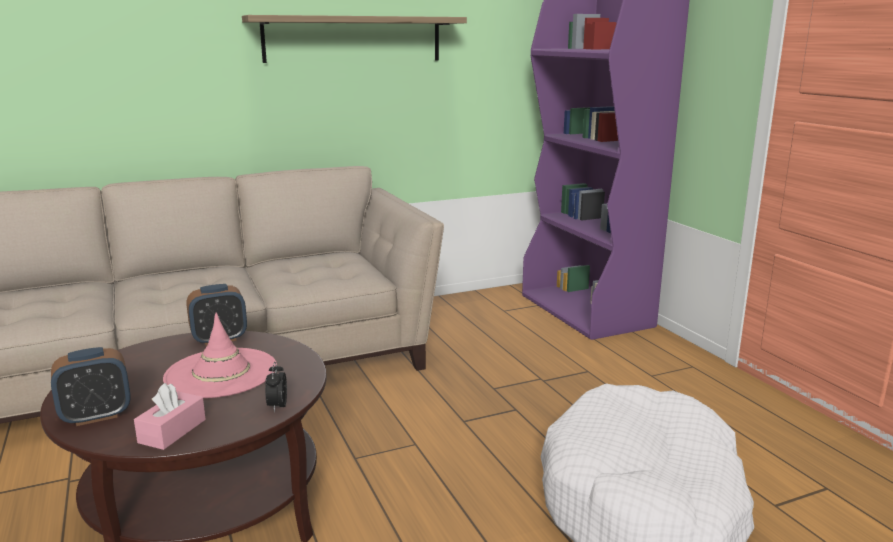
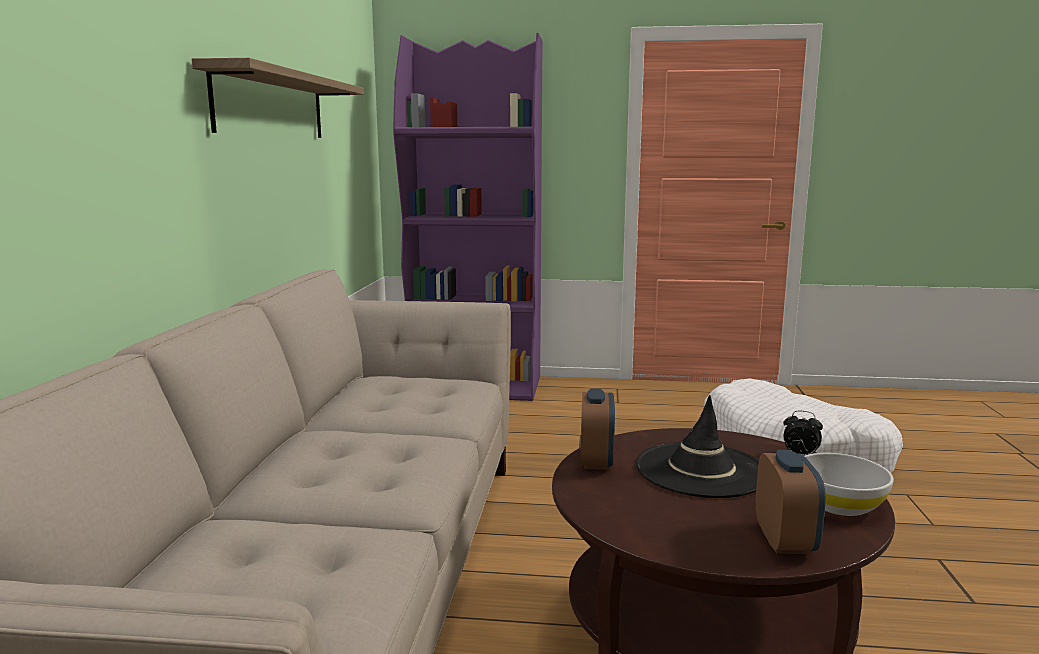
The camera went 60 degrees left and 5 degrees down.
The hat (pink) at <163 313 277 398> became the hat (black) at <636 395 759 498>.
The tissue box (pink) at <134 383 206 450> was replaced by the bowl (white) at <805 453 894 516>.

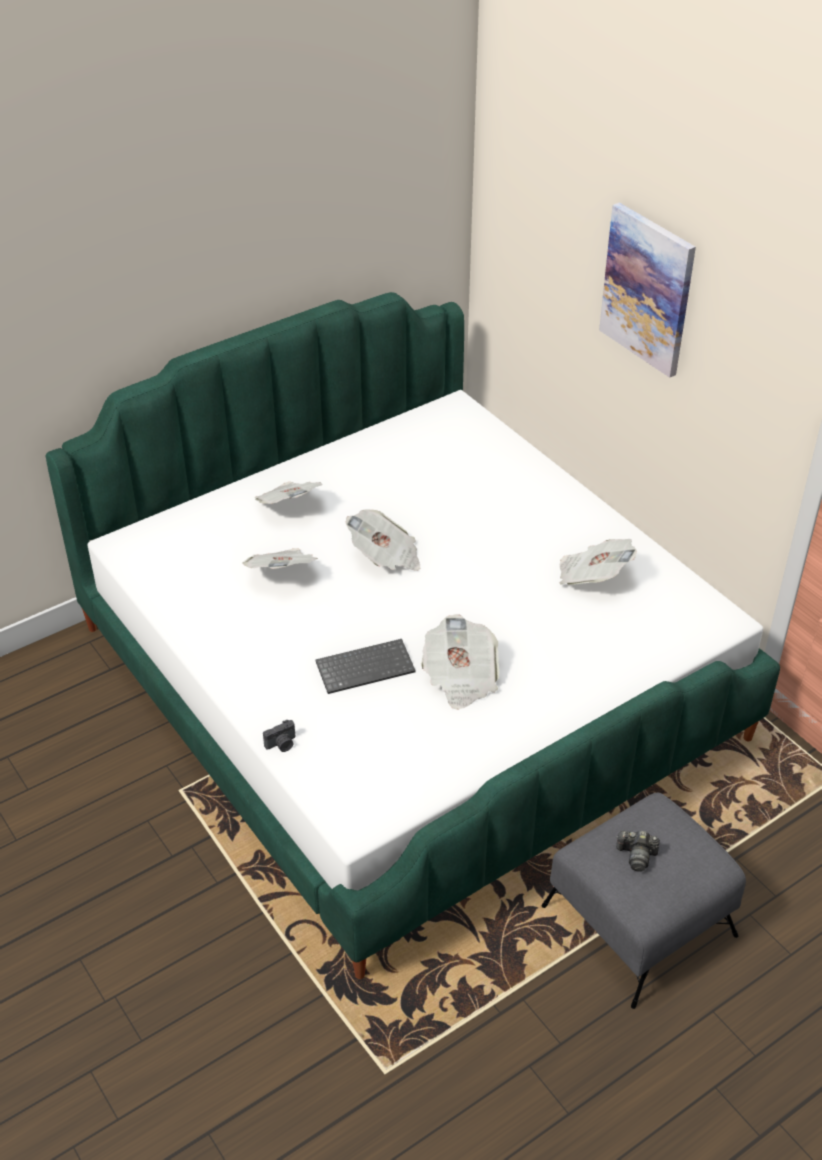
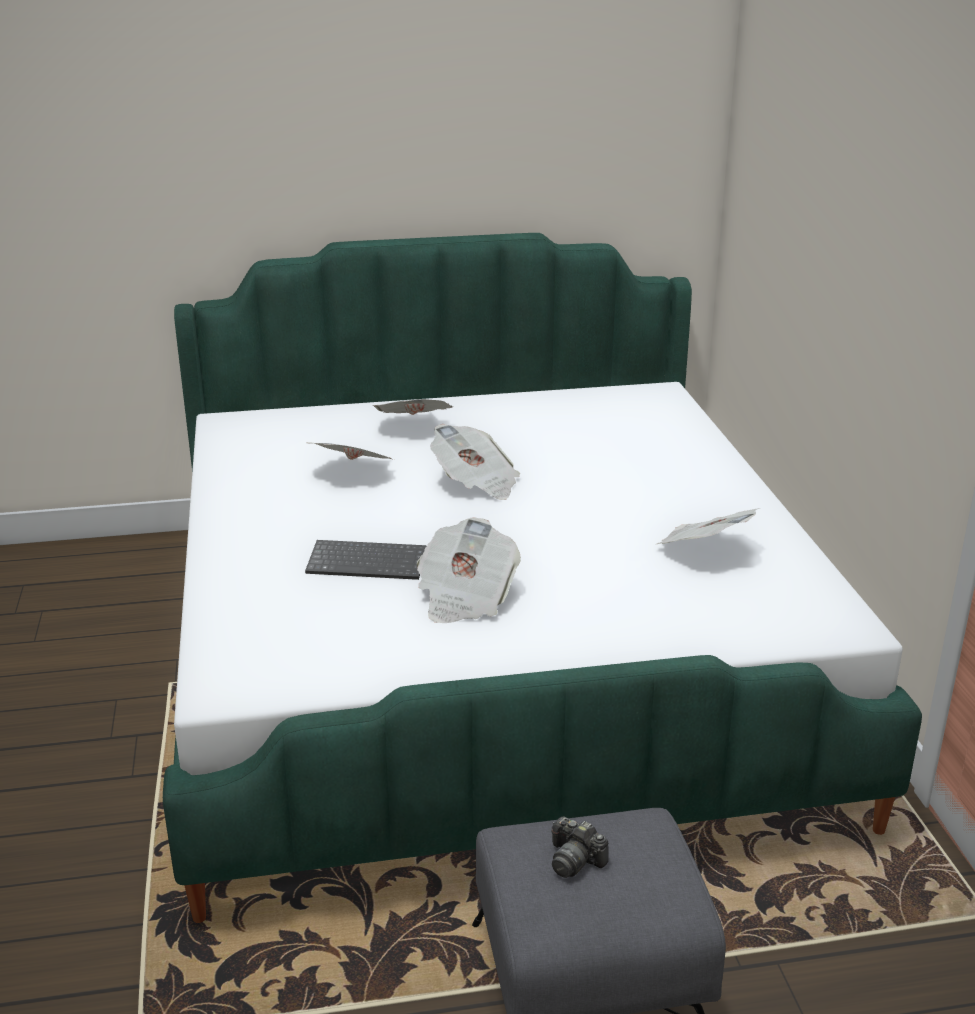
The camera went 25 degrees right and 15 degrees down.
The photo camera at <263 720 295 752> disappeared.
The picture at <599 203 696 378> disappeared.

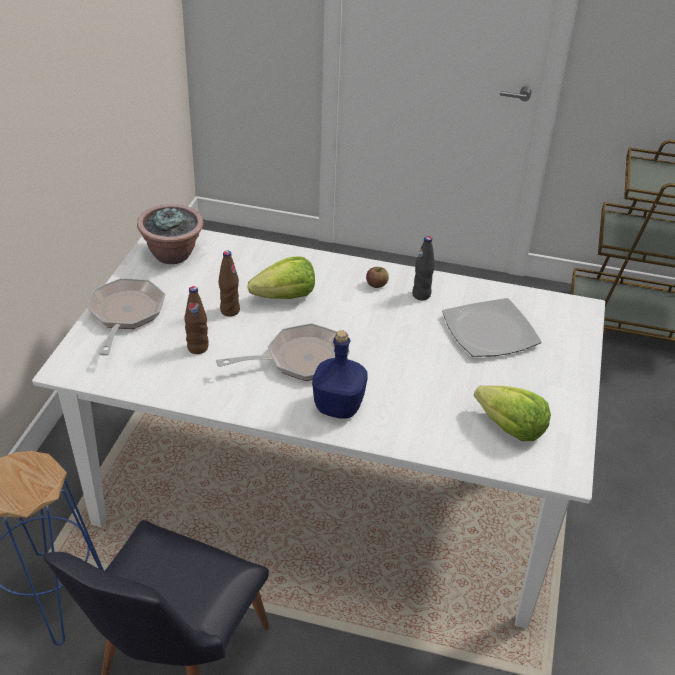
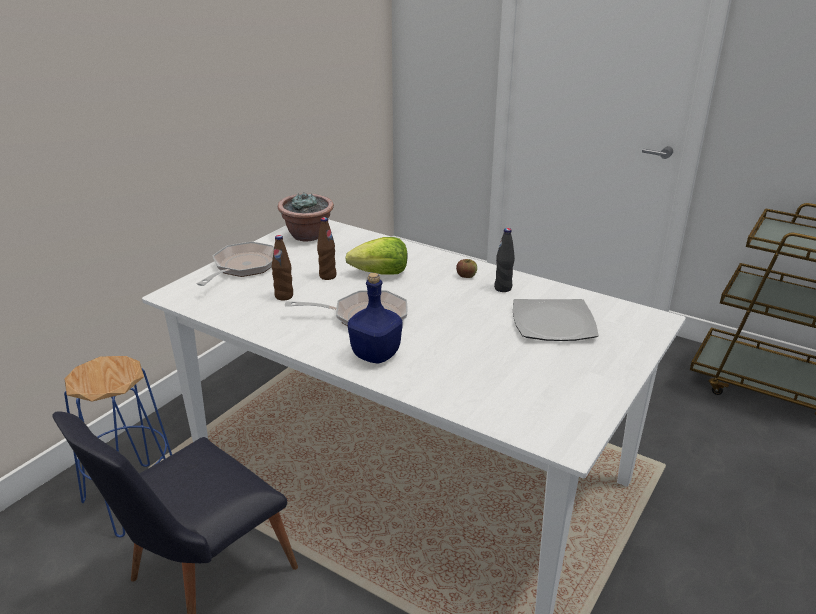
The camera went 20 degrees right and 10 degrees down.
The lettuce at <474 386 551 441> disappeared.

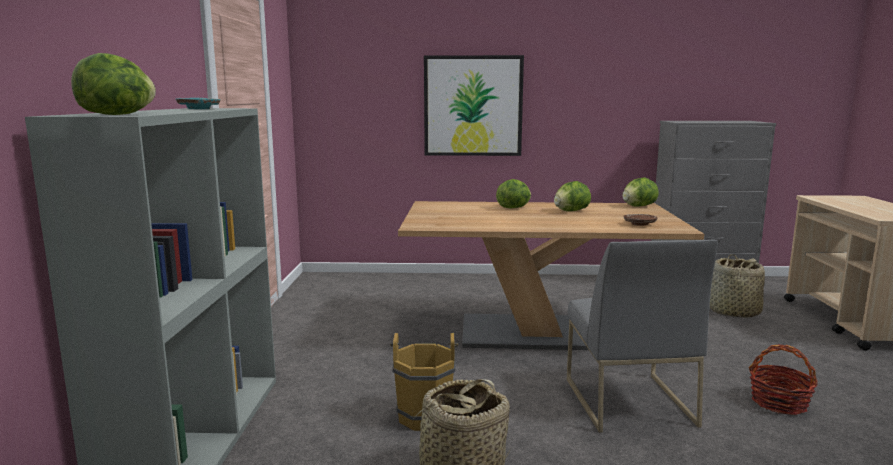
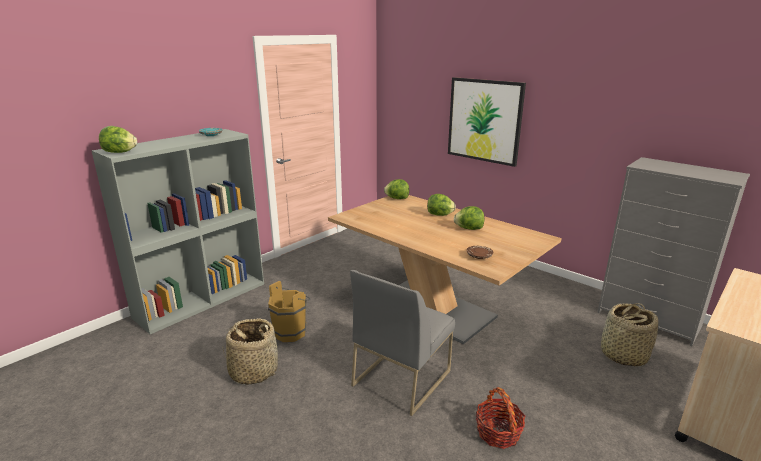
The camera went 40 degrees right and 10 degrees up.
The lettuce moved from <622 178 659 206> to <384 179 409 199>.

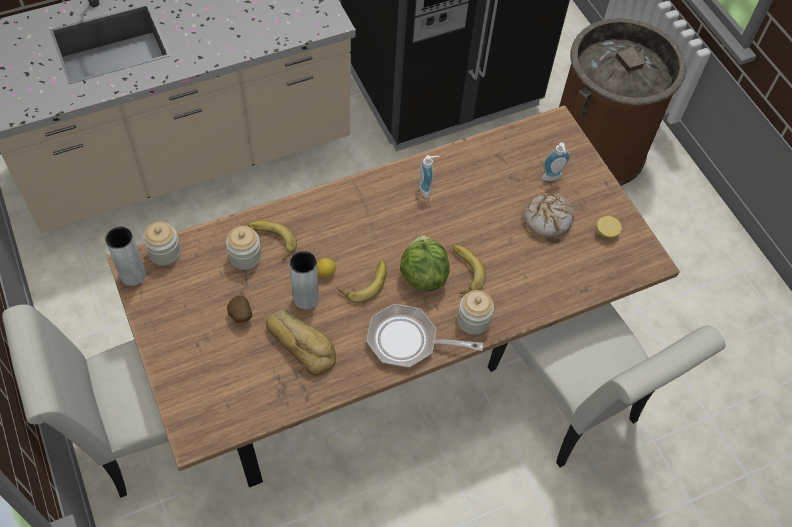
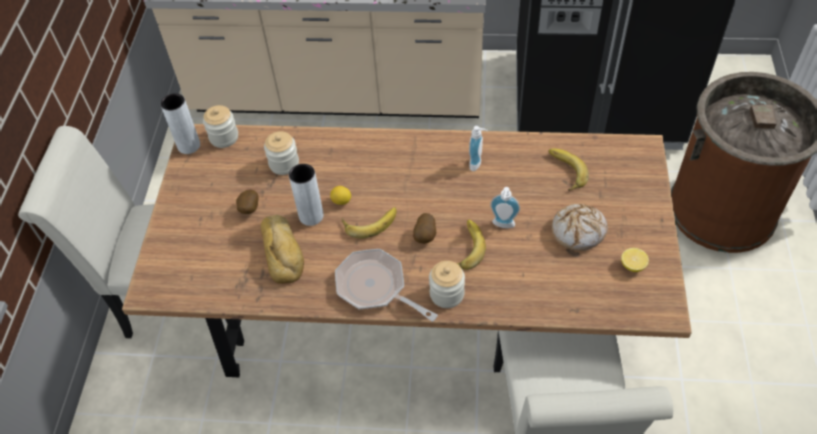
The camera went 35 degrees right and 5 degrees down.
The lettuce at <400 235 449 291> was replaced by the potato at <413 213 436 244>.
The soap dispenser moved from <542 142 570 181> to <490 187 520 228>.
The banana moved from <248 220 297 260> to <549 149 589 191>.

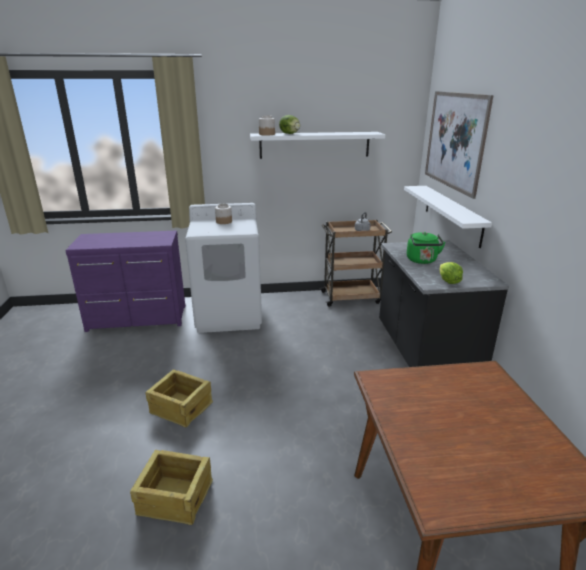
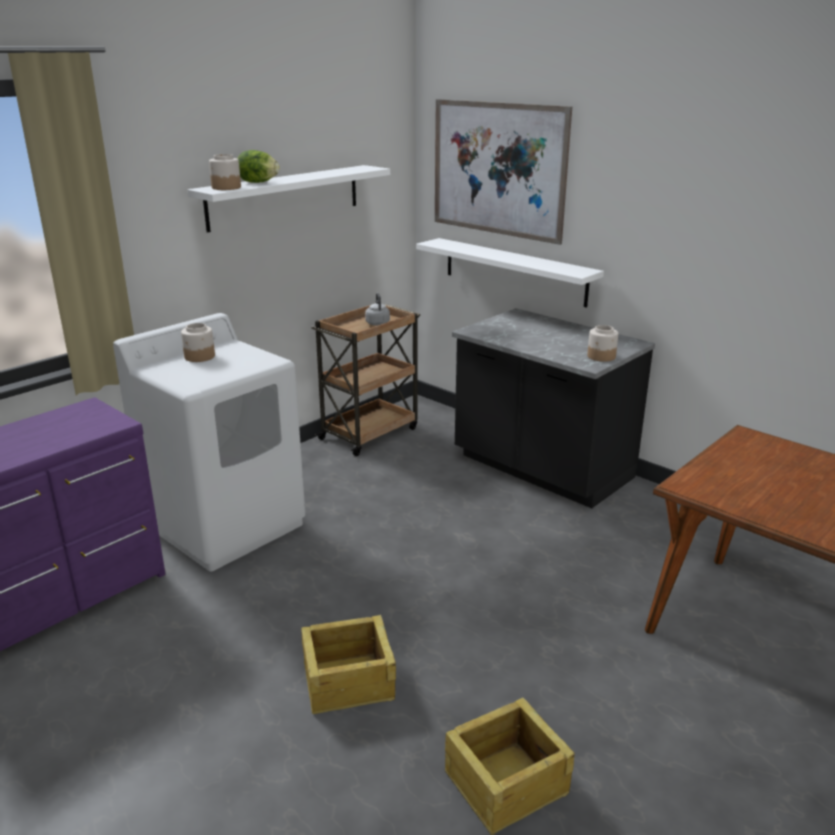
The camera went 40 degrees left and 0 degrees up.
The lettuce at <439 262 463 284> was replaced by the jar at <587 325 618 362>.
The kettle (green) at <407 232 446 264> disappeared.

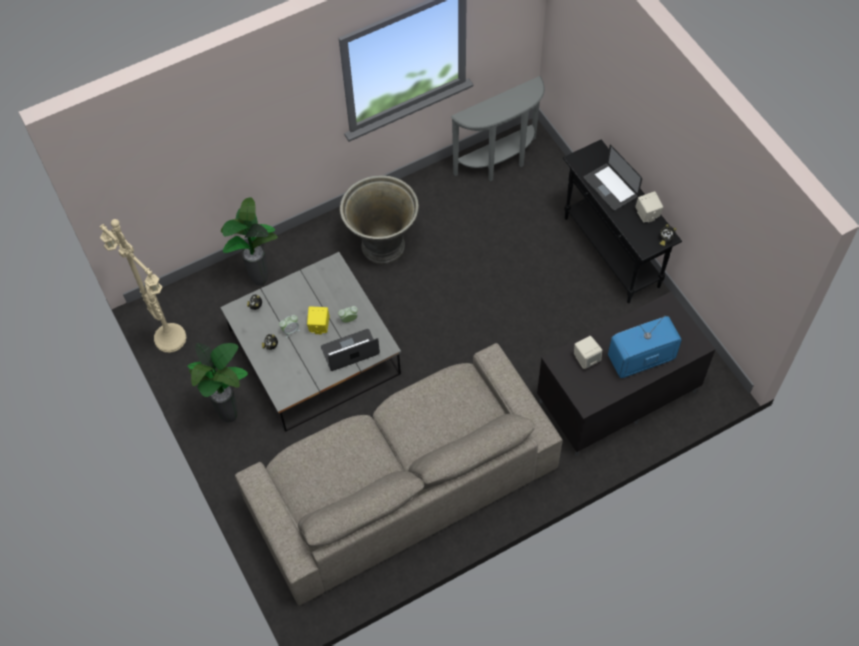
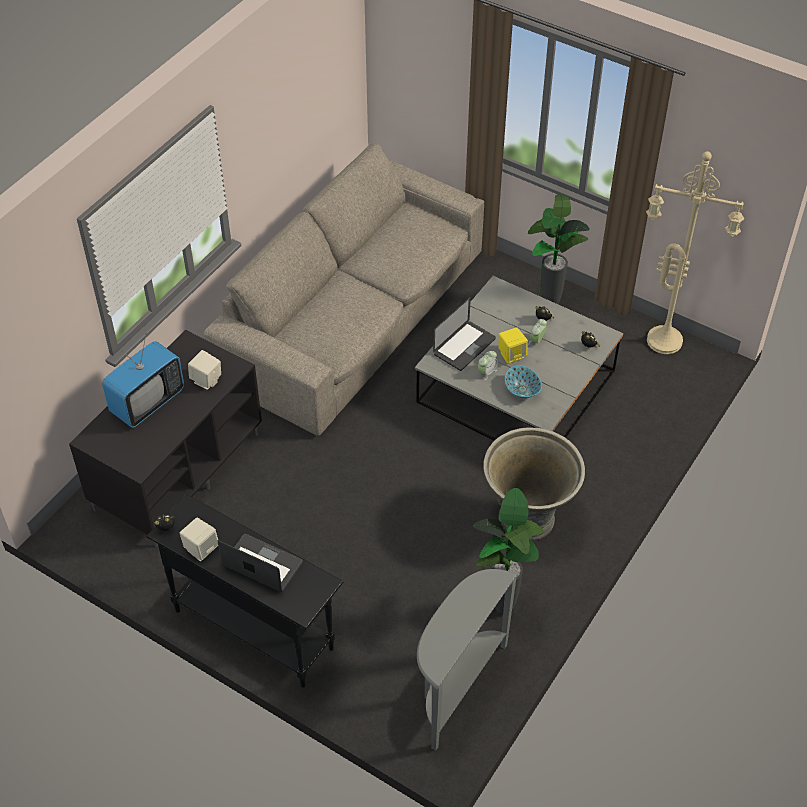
The camera went 150 degrees right and 10 degrees down.
The potted plant moved from <221 197 278 286> to <473 488 544 614>.
The bowl at <505 365 542 398> appeared.

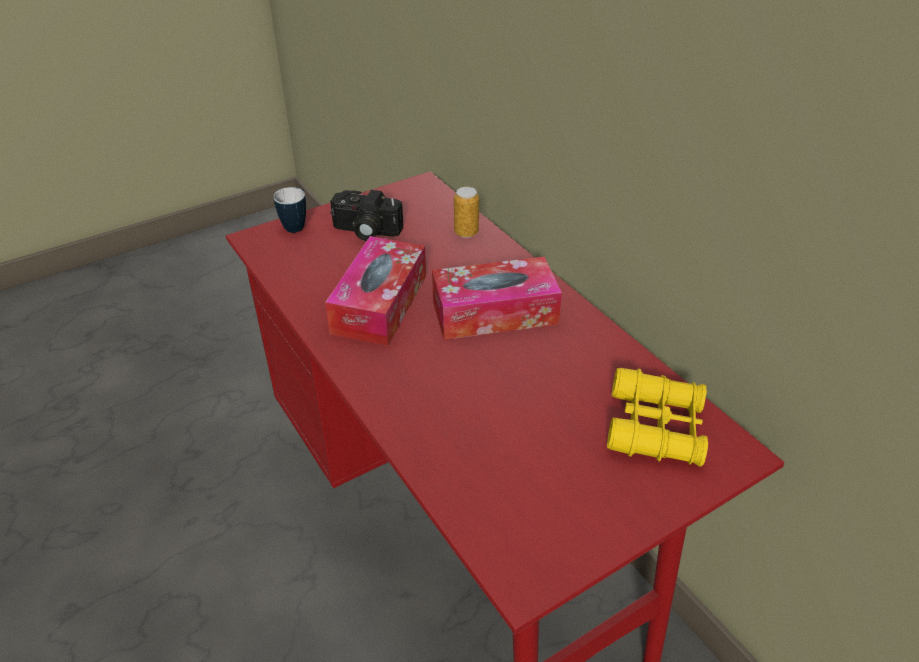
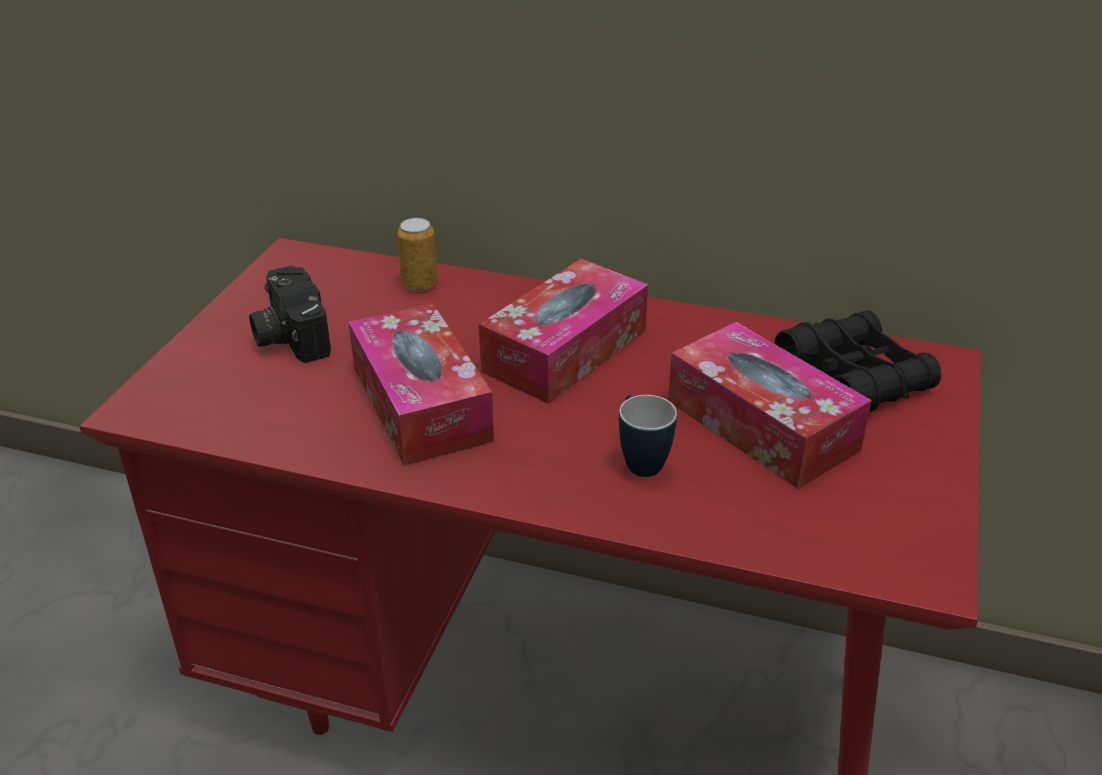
The camera went 40 degrees left and 5 degrees down.
The photo camera at <330 190 403 241> turned 90 degrees clockwise.
The mug moved from <273 187 306 233> to <619 395 677 477>.
The tissue box at <668 322 872 489> appeared.
The binoculars (yellow) at <607 368 708 467> became the binoculars (black) at <774 310 941 412>.

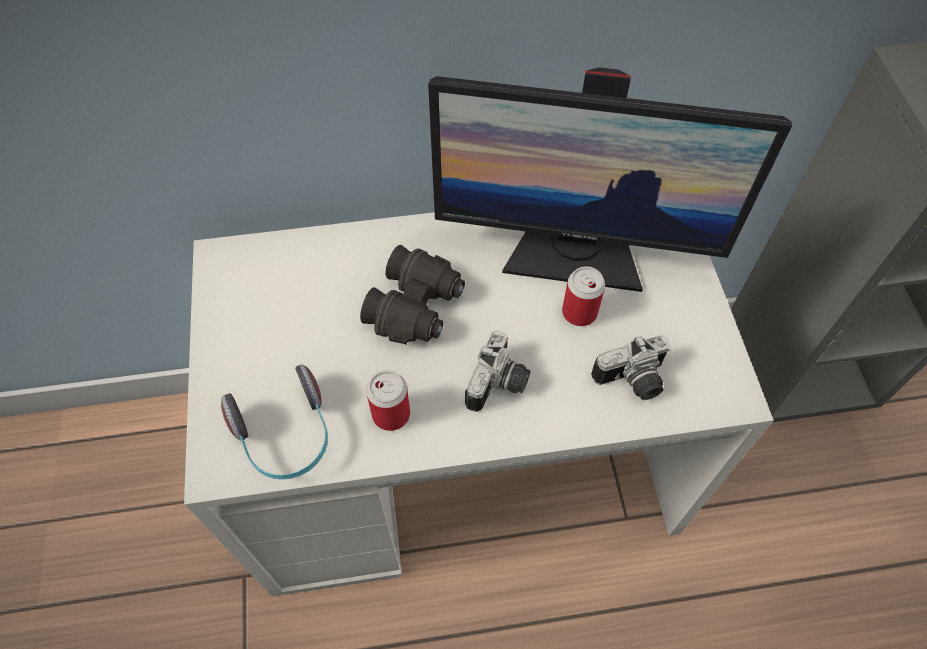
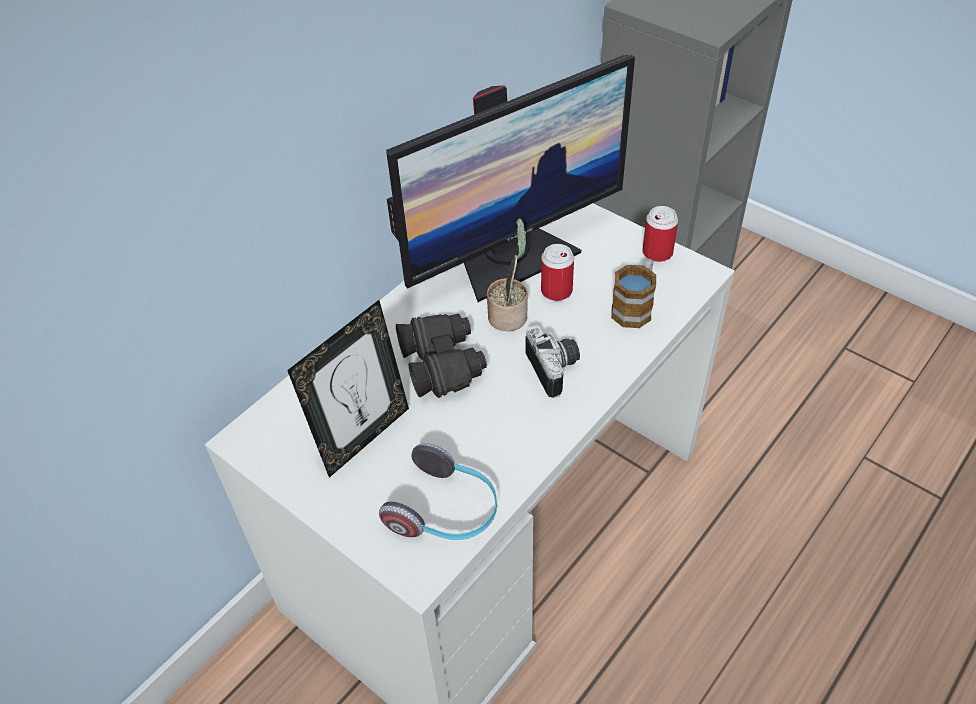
The camera went 40 degrees left and 10 degrees down.
The picture frame at <287 300 409 478> appeared.
The potted plant at <487 218 528 331> appeared.
The photo camera at <591 335 670 400> was replaced by the mug at <611 259 656 328>.
The can moved from <366 370 410 431> to <642 206 678 262>.

